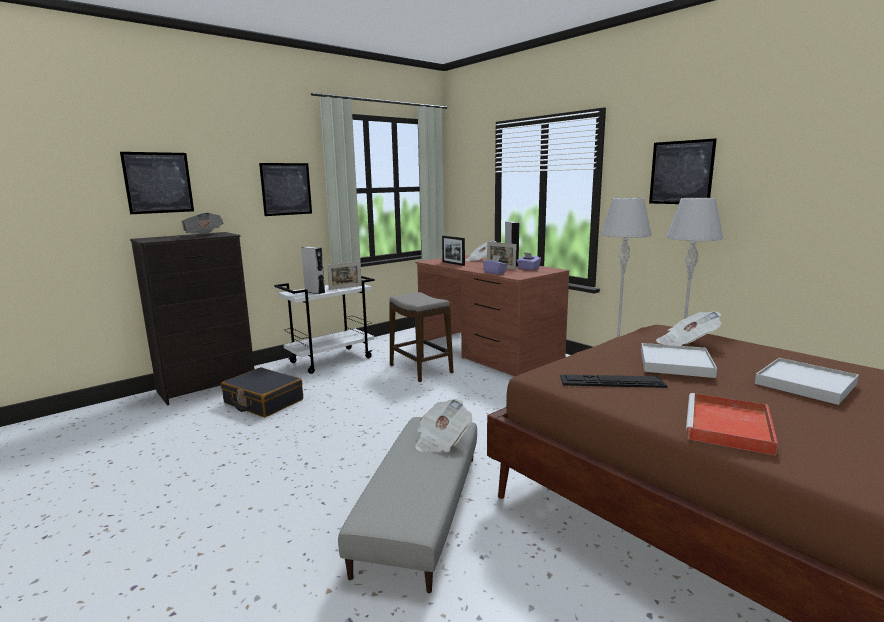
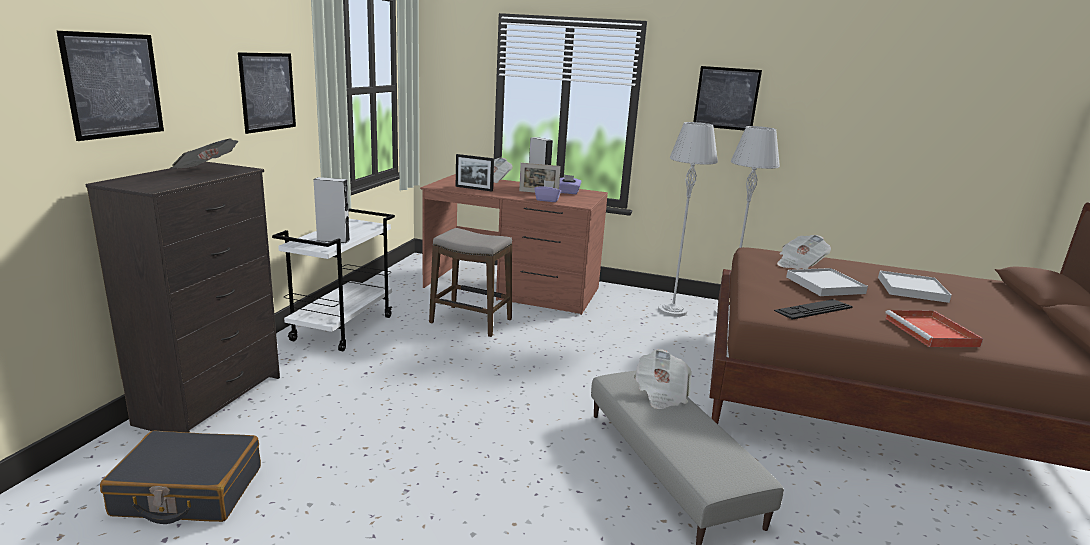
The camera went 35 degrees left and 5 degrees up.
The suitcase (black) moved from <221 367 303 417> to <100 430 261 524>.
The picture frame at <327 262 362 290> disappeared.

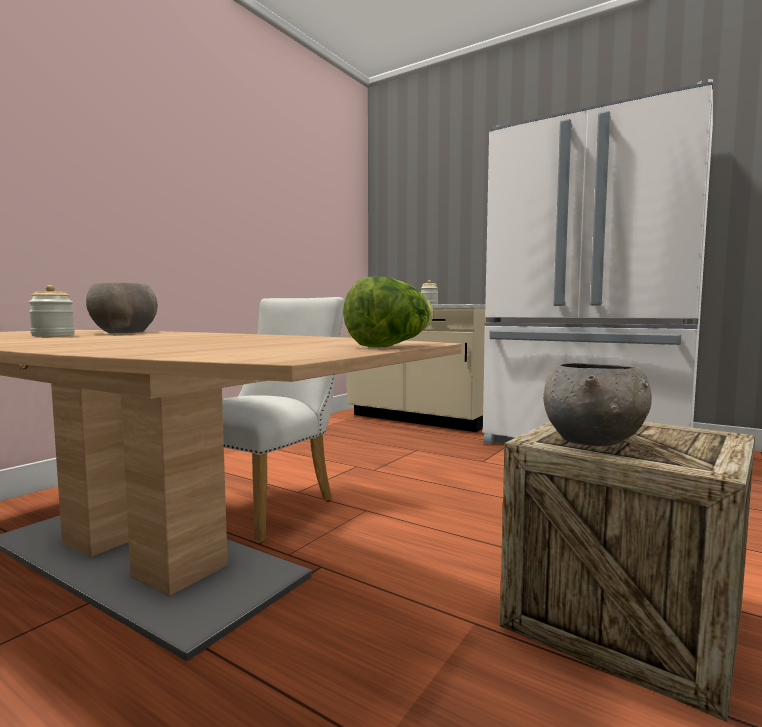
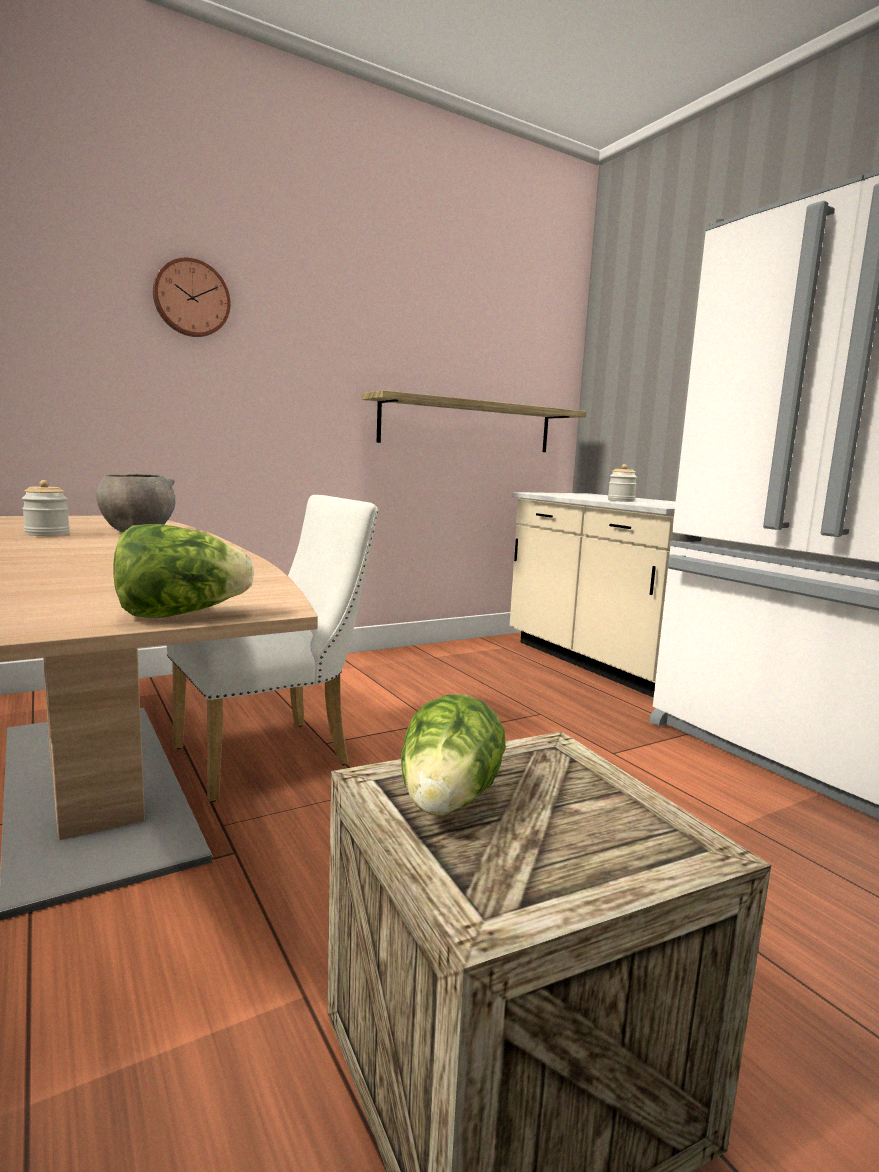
The camera went 25 degrees right and 5 degrees up.
The wall clock at <153 257 231 337> appeared.
The shelf at <362 390 587 452> appeared.
The bowl (grey) at <543 363 652 446> was replaced by the lettuce at <401 694 506 815>.

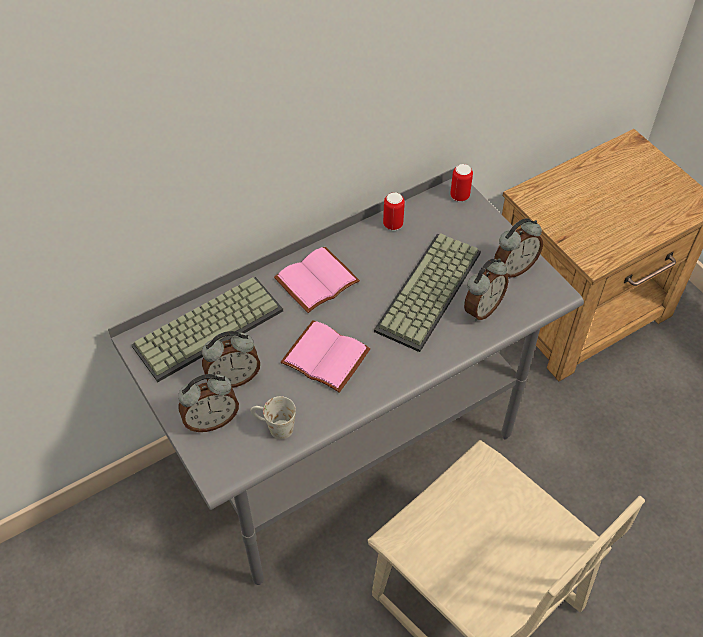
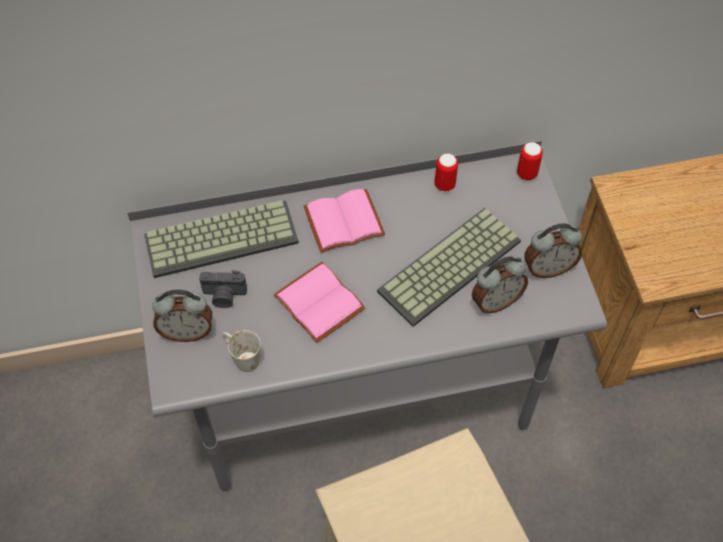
The camera went 20 degrees right and 5 degrees up.
The alarm clock at <202 331 260 388> was replaced by the photo camera at <199 270 247 308>.

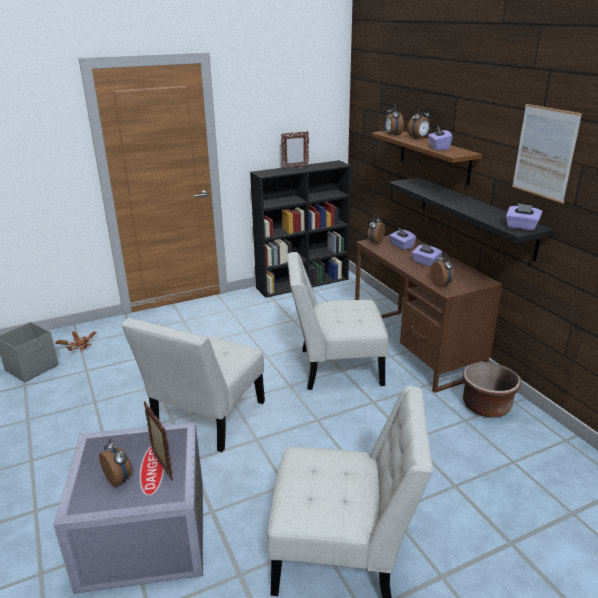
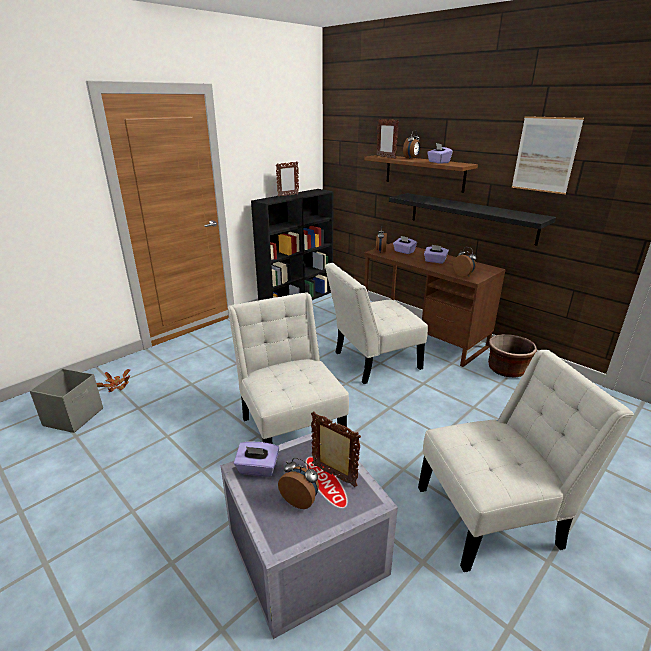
The camera went 20 degrees left and 0 degrees up.
The chair (white) at <121 318 265 452> turned 150 degrees clockwise.
The tissue box (purple) moved from <506 203 542 231> to <234 442 279 477>.
The alarm clock at <385 104 404 137> was replaced by the picture frame at <376 119 399 159>.

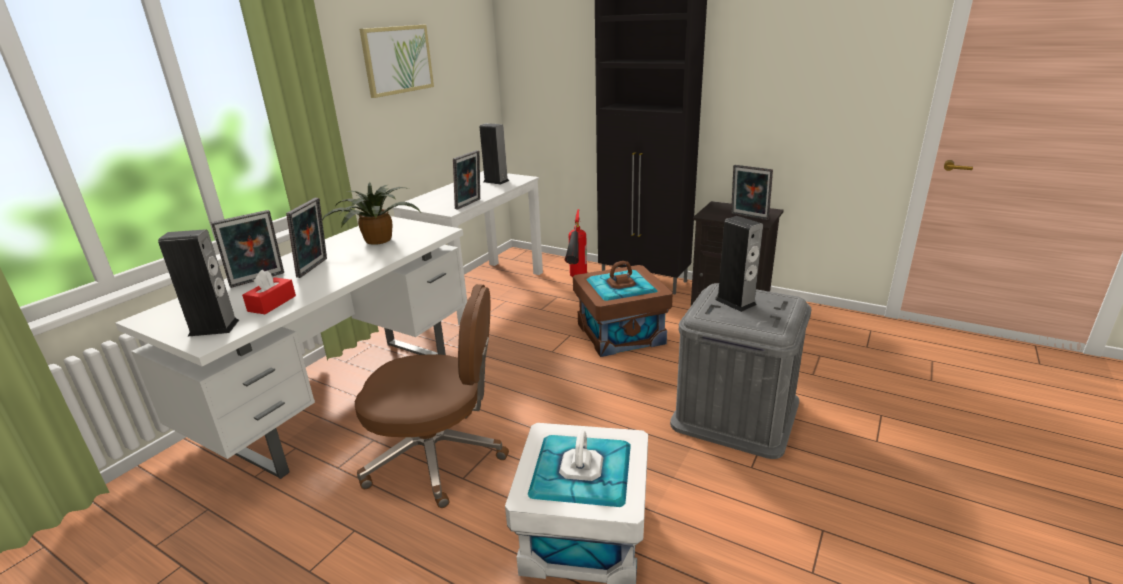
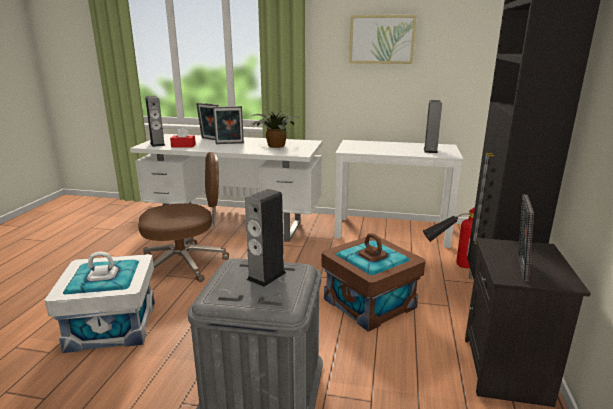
The camera went 70 degrees right and 5 degrees down.
The office chair (brown) at <355 284 509 508> turned 90 degrees counterclockwise.
The picture frame at <453 150 480 210> disappeared.

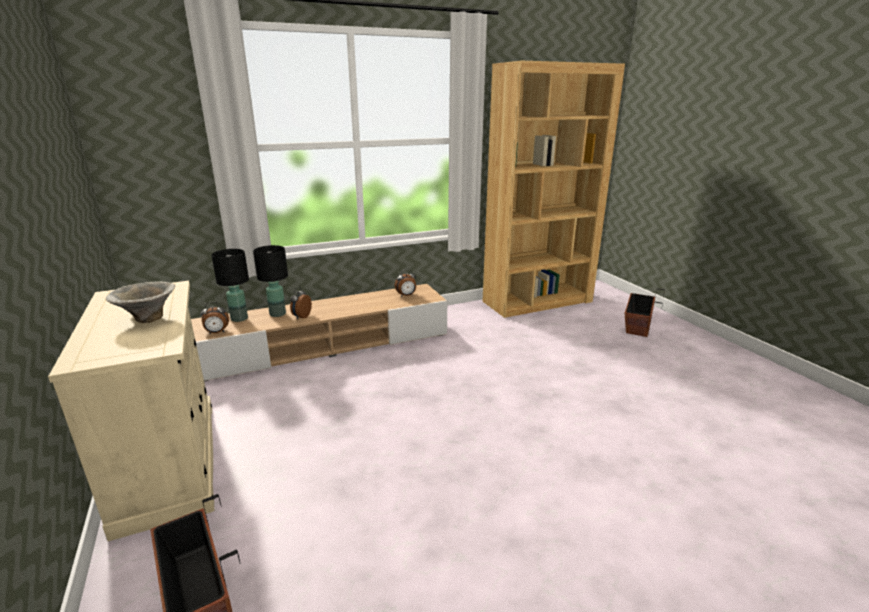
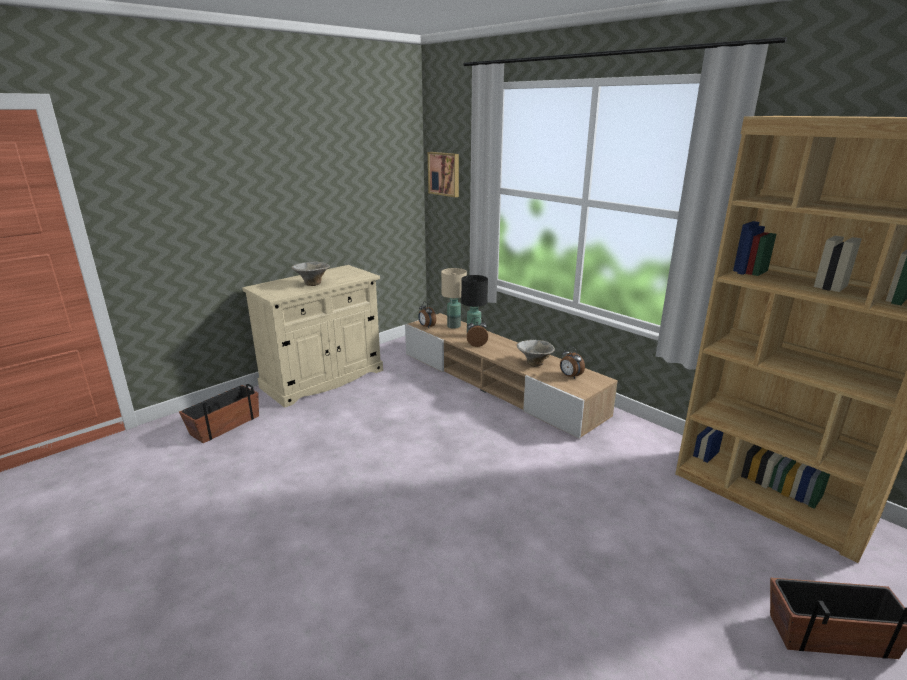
The camera went 70 degrees right and 0 degrees up.
The picture at <428 152 459 197> appeared.
The table lamp (black) at <211 249 249 322> became the table lamp (beige) at <441 268 467 329>.
The bowl at <517 340 555 367> appeared.

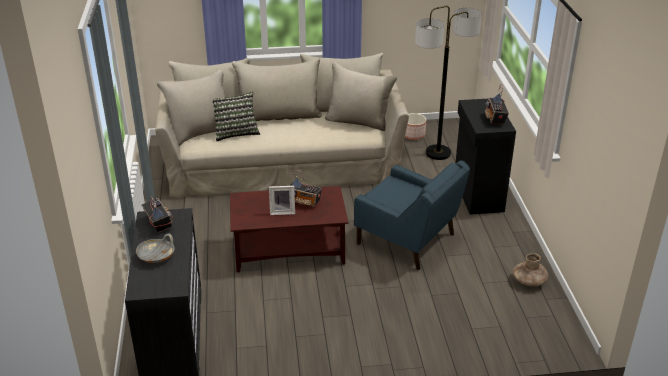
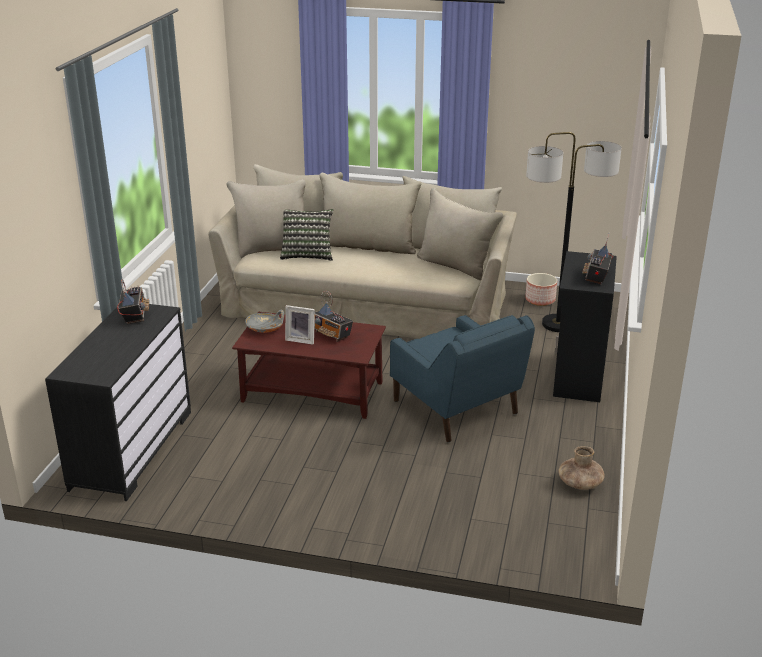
The camera went 20 degrees right and 5 degrees down.
The bowl (grey) moved from <136 233 175 263> to <245 310 284 333>.

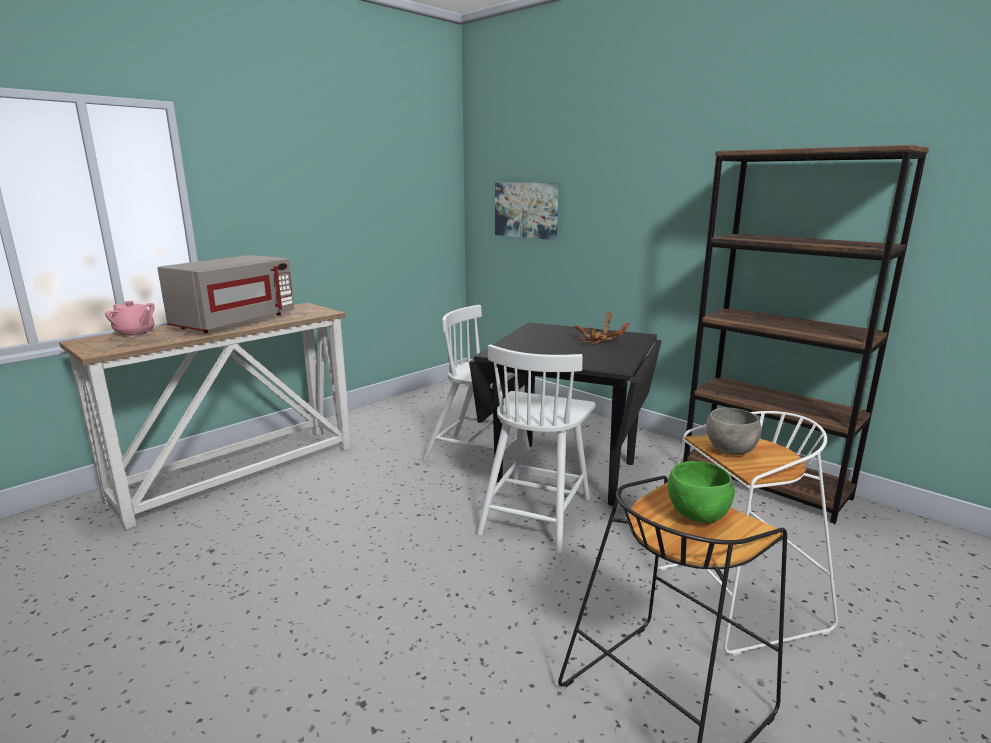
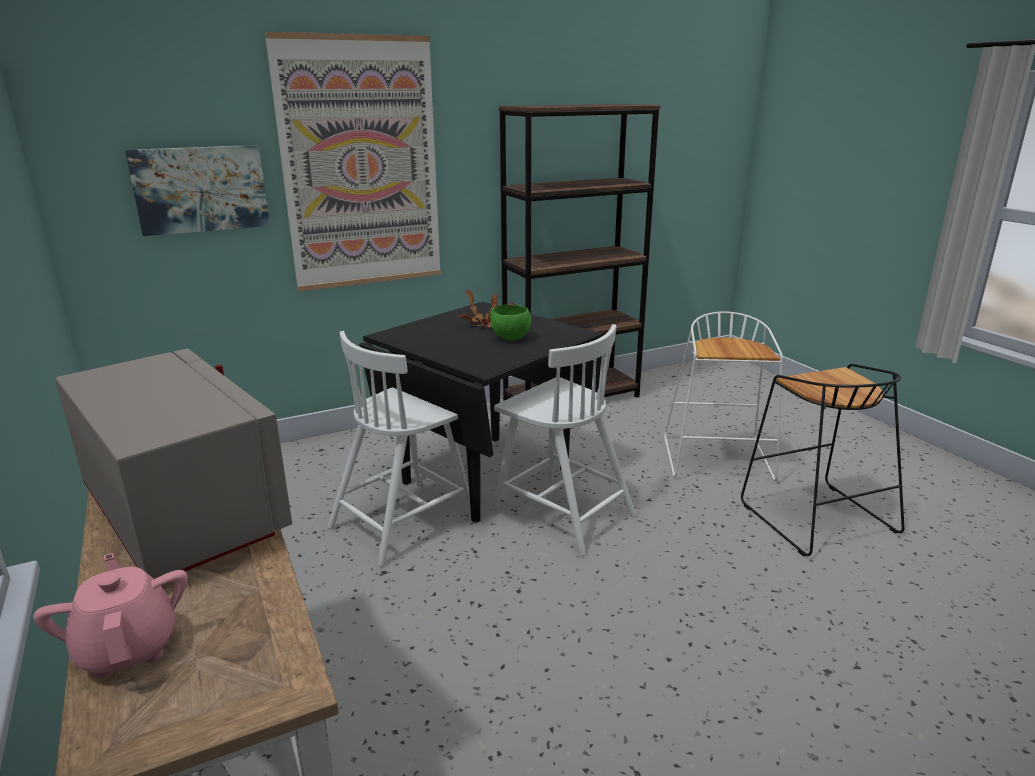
The camera went 70 degrees left and 5 degrees up.
The teapot (pink) at <105 301 155 337> turned 75 degrees counterclockwise.
The picture at <265 32 441 291> appeared.
The bowl (green) moved from <668 461 735 523> to <490 305 531 341>.
The bowl (grey) at <706 408 761 455> disappeared.

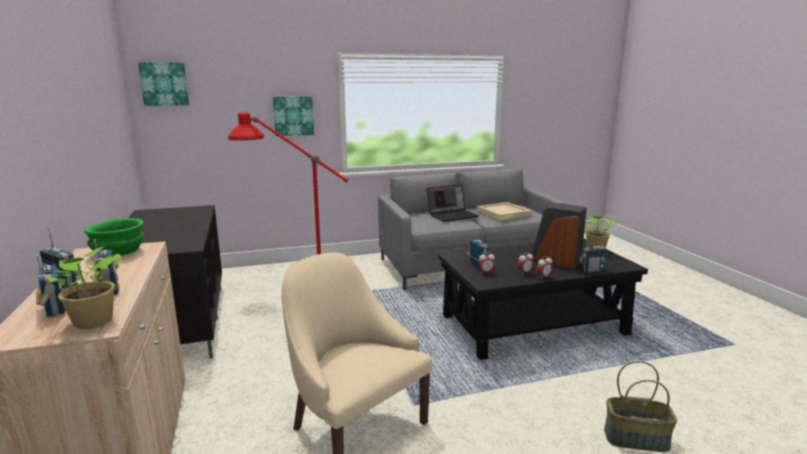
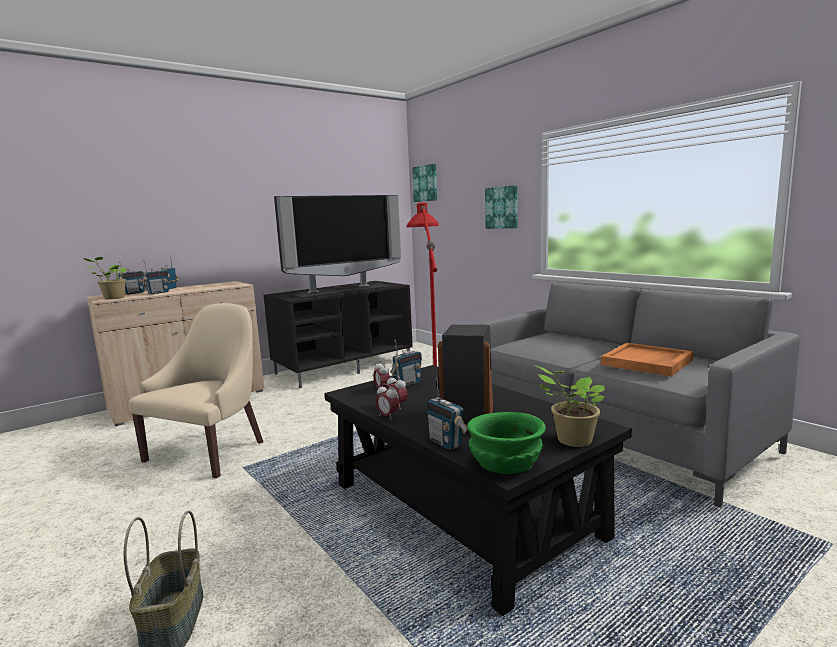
The camera went 70 degrees right and 5 degrees down.
The television at <274 195 401 298> appeared.
The bowl (green) moved from <84 218 144 256> to <467 412 546 474>.
The tray (beige) at <477 202 531 220> became the tray (orange) at <601 343 693 377>.
The laptop at <427 184 479 222> disappeared.

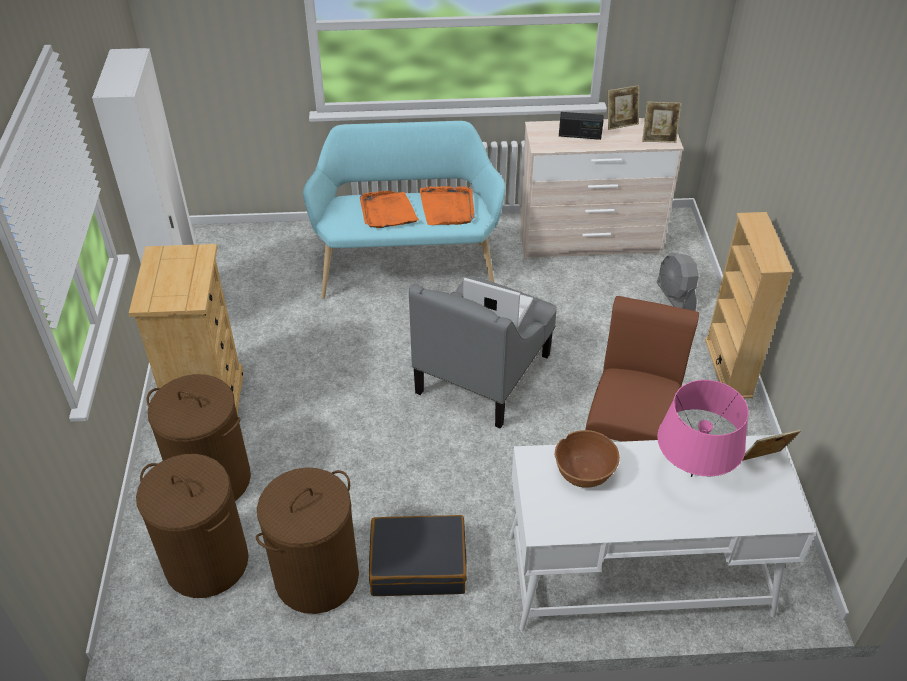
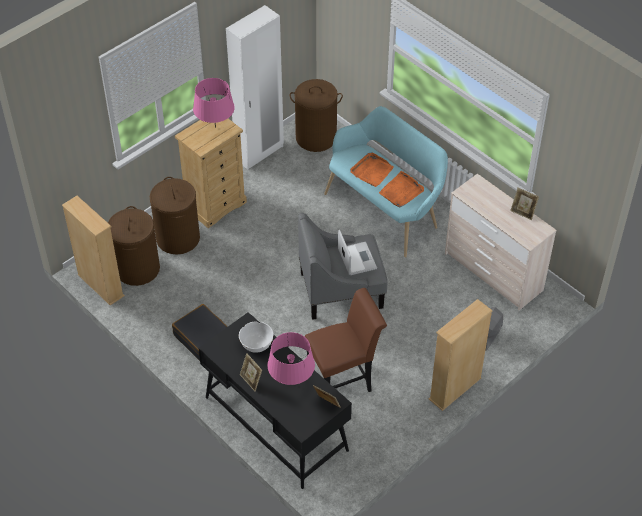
The camera went 50 degrees right and 5 degrees up.
The bookcase (beige) at <62 196 125 306> appeared.
The table lamp (pink) at <193 78 235 128> appeared.
The desk (white) at <509 435 816 631> became the desk (black) at <199 312 352 489>.
The bowl (brown) at <555 430 620 488> became the bowl (white) at <239 321 274 353>.
The picture frame moved from <642 102 682 143> to <240 353 262 391>.
The laundry basket (brown) moved from <256 467 359 614> to <290 79 343 152>.
The radio at <559 112 604 140> disappeared.

